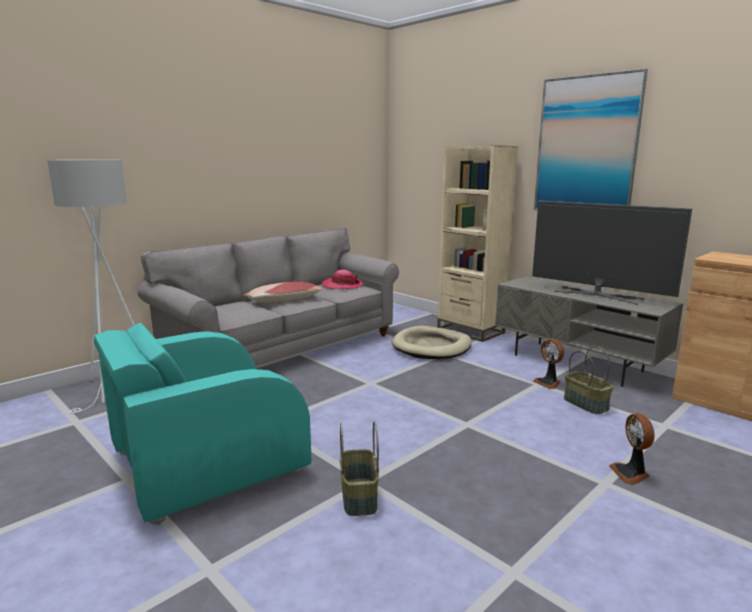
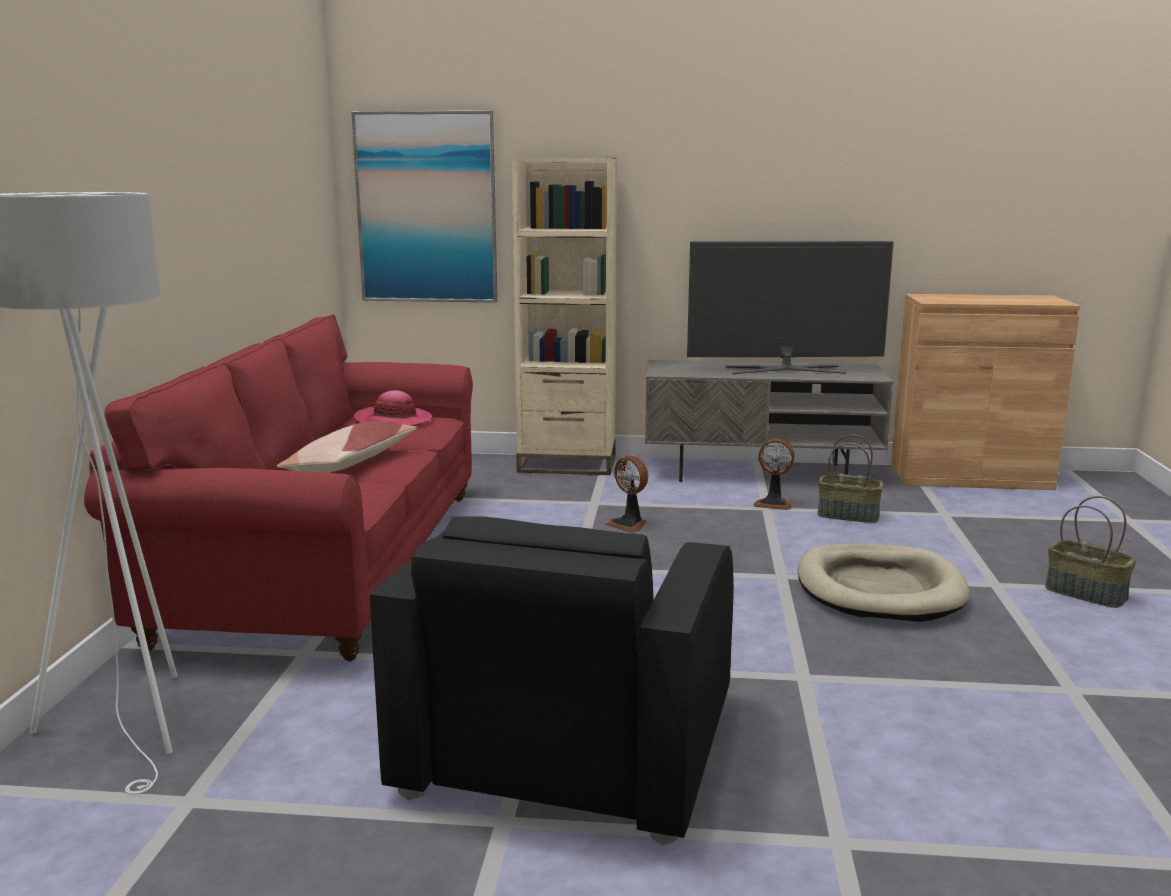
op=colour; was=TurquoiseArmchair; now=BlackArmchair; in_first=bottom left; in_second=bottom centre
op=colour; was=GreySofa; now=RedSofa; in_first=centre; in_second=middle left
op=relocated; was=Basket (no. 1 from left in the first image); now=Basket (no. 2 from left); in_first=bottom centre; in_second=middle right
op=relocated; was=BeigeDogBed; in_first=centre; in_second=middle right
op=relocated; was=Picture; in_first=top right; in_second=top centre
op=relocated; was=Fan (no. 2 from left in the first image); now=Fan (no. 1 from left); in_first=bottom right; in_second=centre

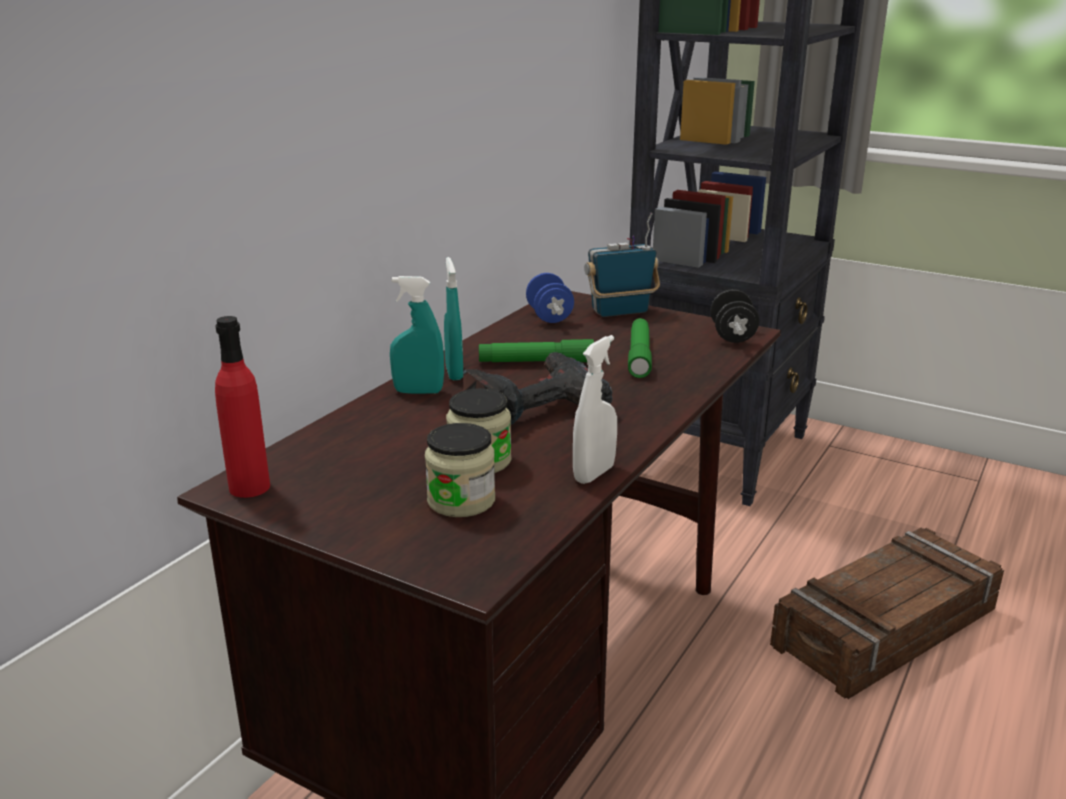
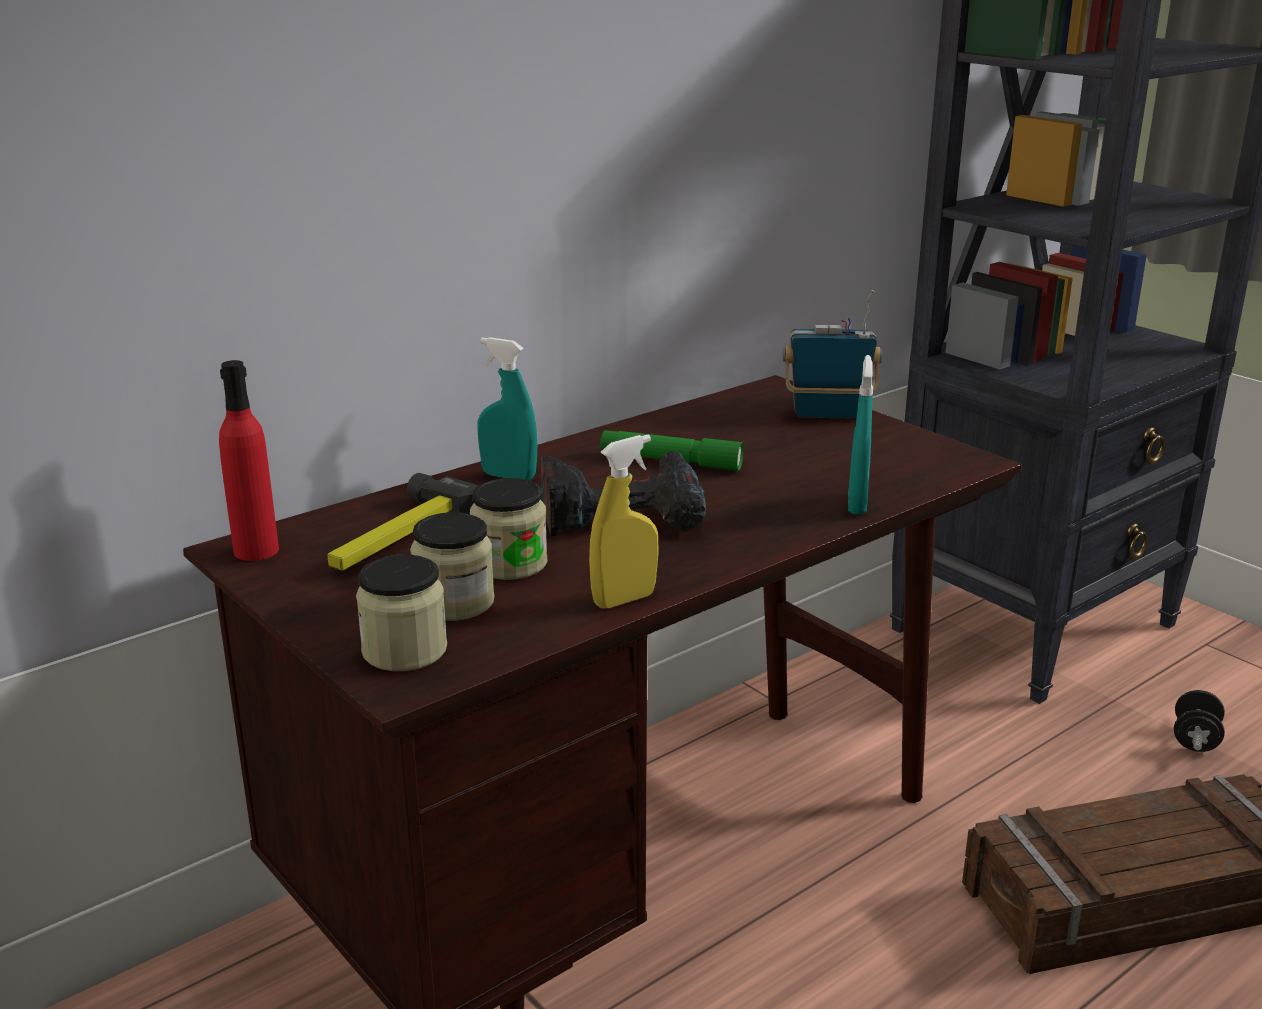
op=relocated; was=TurquoiseSprayBottle (no. 2 from left); in_first=centre; in_second=middle right
op=missing; was=BlueDumbbell; in_first=centre
op=colour; was=WhiteSprayBottle; now=YellowSprayBottle; in_first=centre; in_second=centre
op=missing; was=GreenFlashlight (no. 2 from left); in_first=centre
op=relocated; was=BlackDumbbell; in_first=middle right; in_second=bottom right
op=appeared; now=Hammer; in_second=middle left
op=appeared; now=Jar (no. 1 from left); in_second=middle left

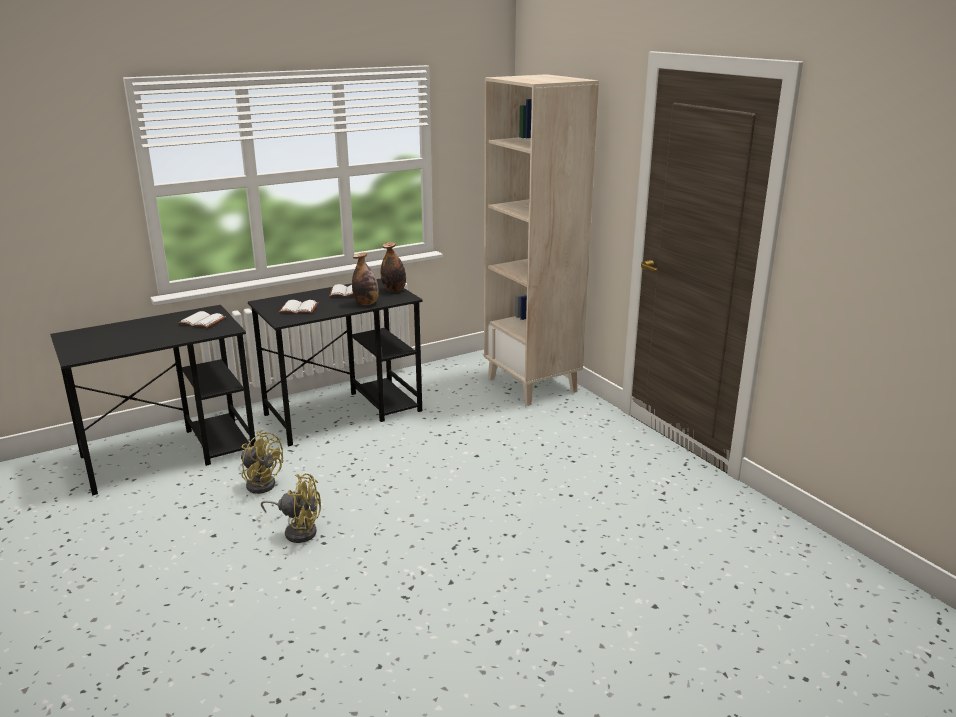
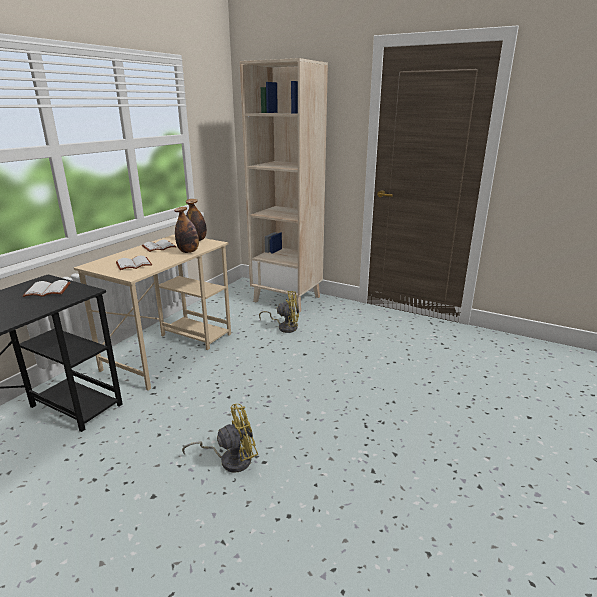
op=relocated; was=YellowFan (no. 1 from left in the first image); now=YellowFan (no. 2 from left); in_first=middle left; in_second=centre
op=colour; was=BlackDesk (no. 2 from left); now=BeigeDesk; in_first=centre; in_second=middle left

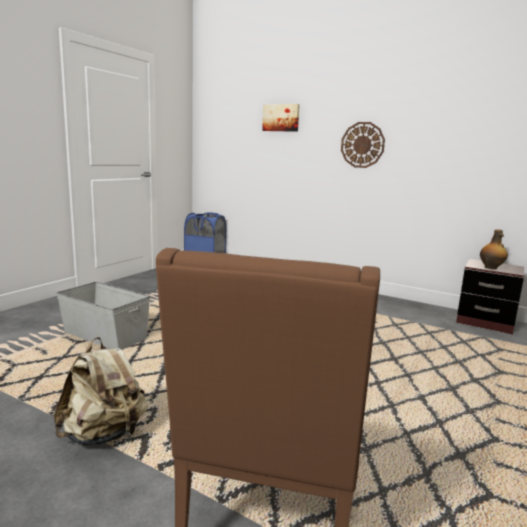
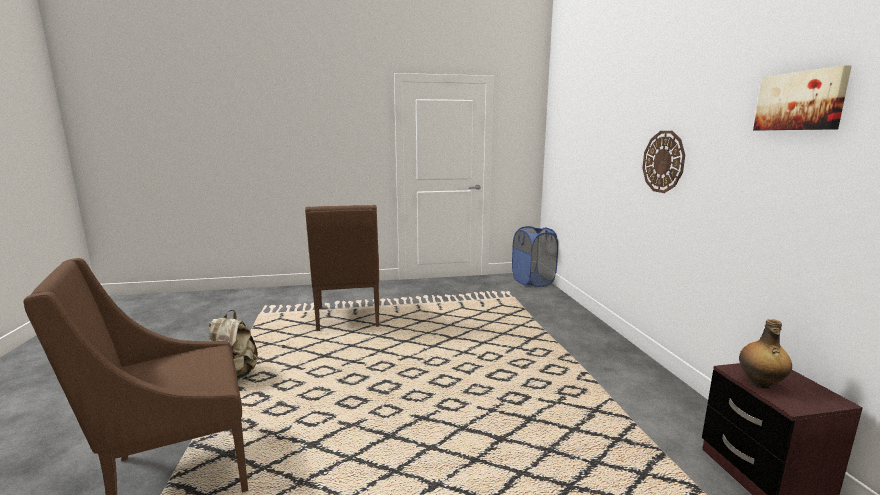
op=exchanged; was=GreyStorageBox; now=BrownArmchair (no. 2 from left); in_first=middle left; in_second=centre
op=relocated; was=Picture; in_first=top centre; in_second=top right

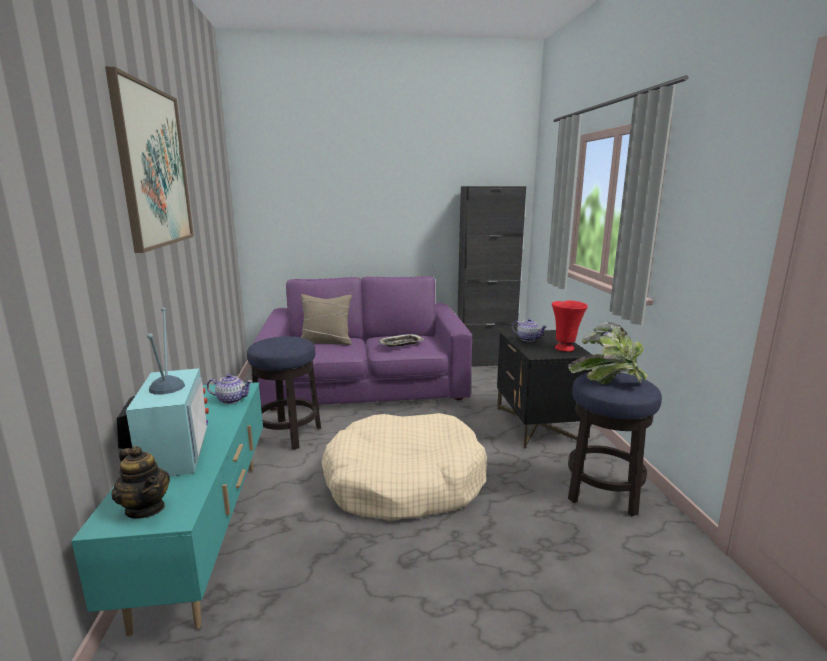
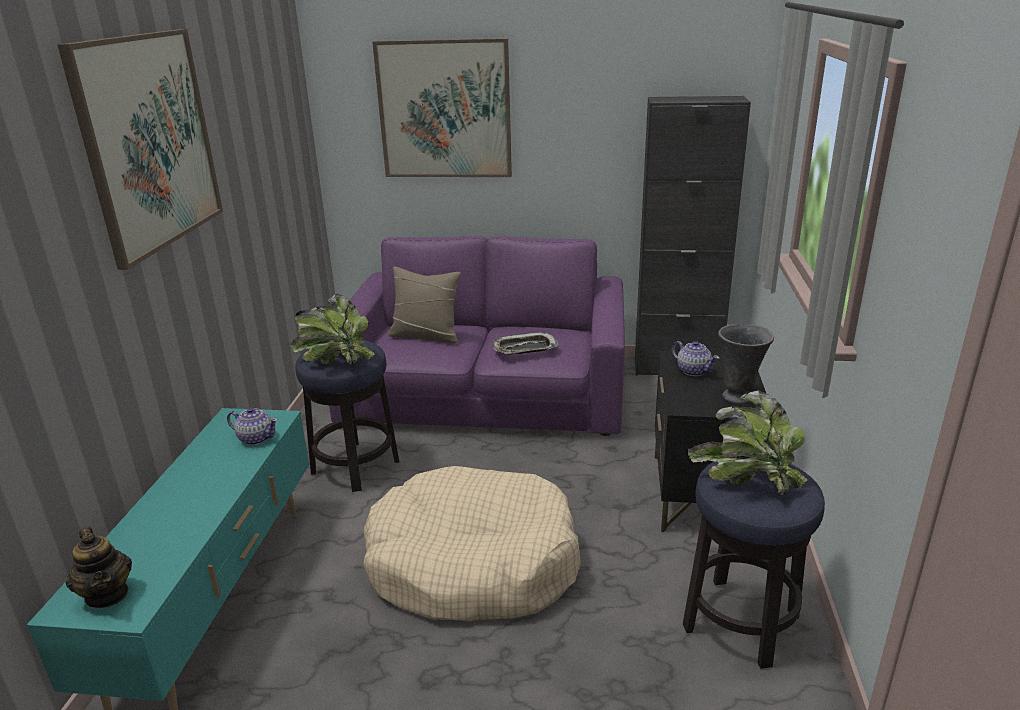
op=missing; was=Television; in_first=middle left
op=colour; was=RedVase; now=GreyVase; in_first=middle right; in_second=middle right
op=appeared; now=PottedPlant (no. 1 from left); in_second=middle left
op=appeared; now=Picture (no. 2 from left); in_second=top centre

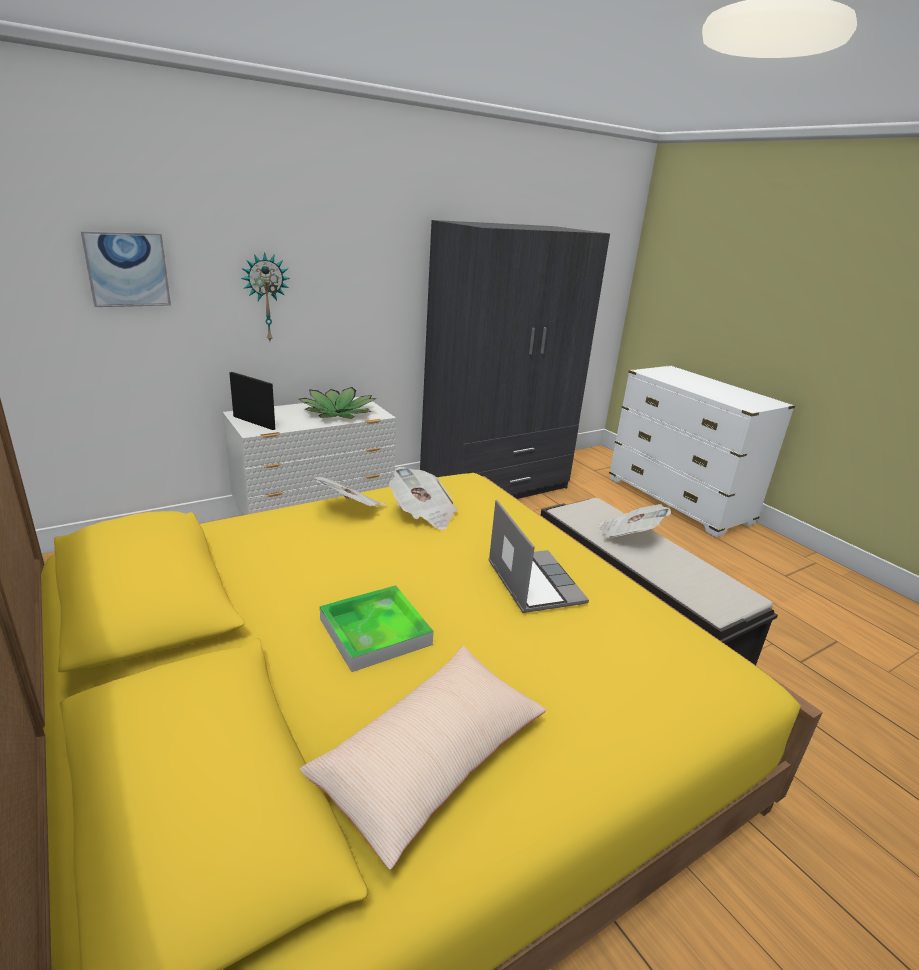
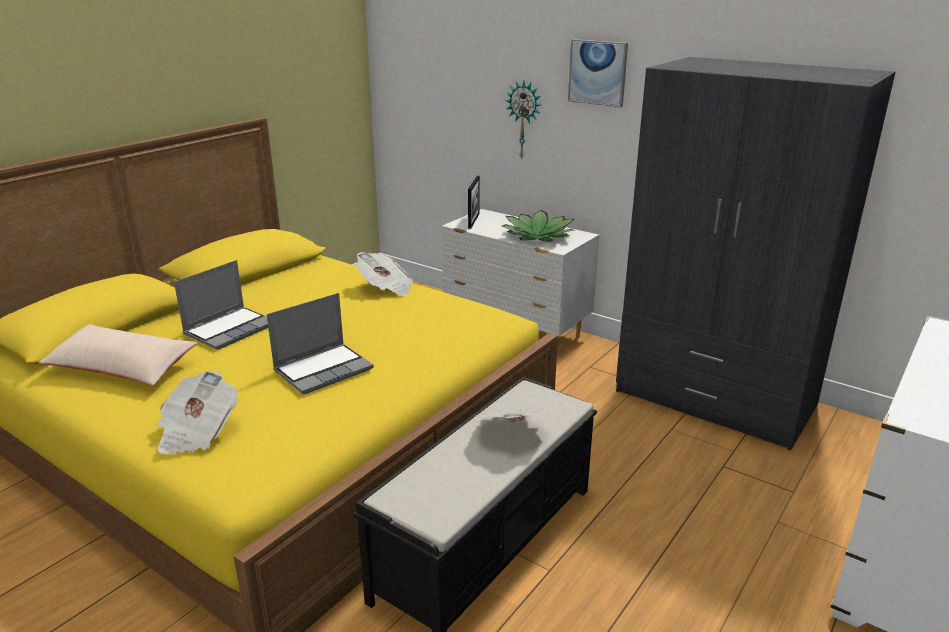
op=relocated; was=Picture; in_first=top left; in_second=top centre
op=exchanged; was=Tray; now=Laptop (no. 1 from left); in_first=centre; in_second=middle left
op=relocated; was=Newspaper (no. 2 from left in the first image); now=Newspaper (no. 1 from left); in_first=centre; in_second=middle left

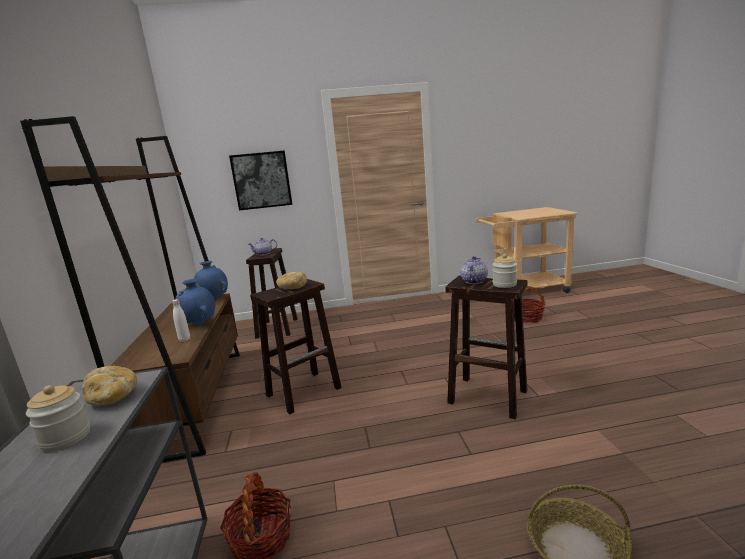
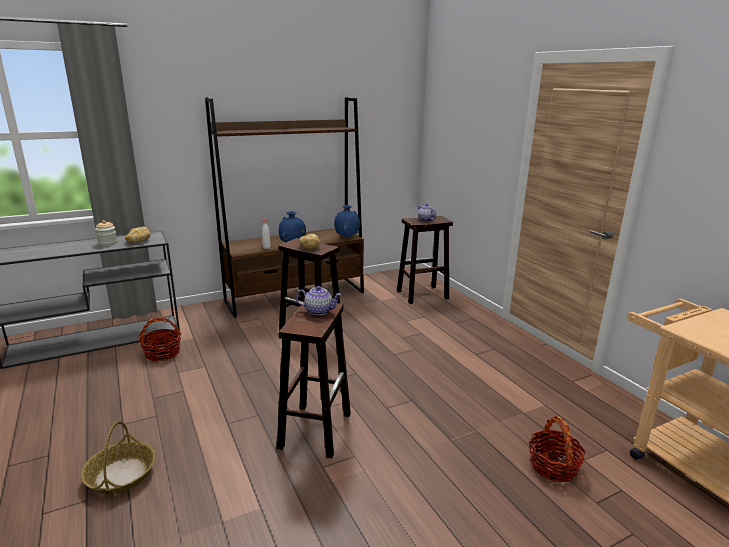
op=missing; was=Picture; in_first=top centre
op=missing; was=Jar (no. 2 from left); in_first=middle right

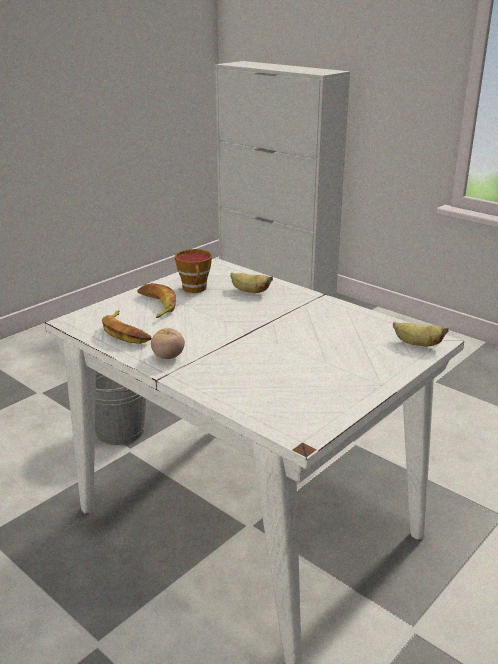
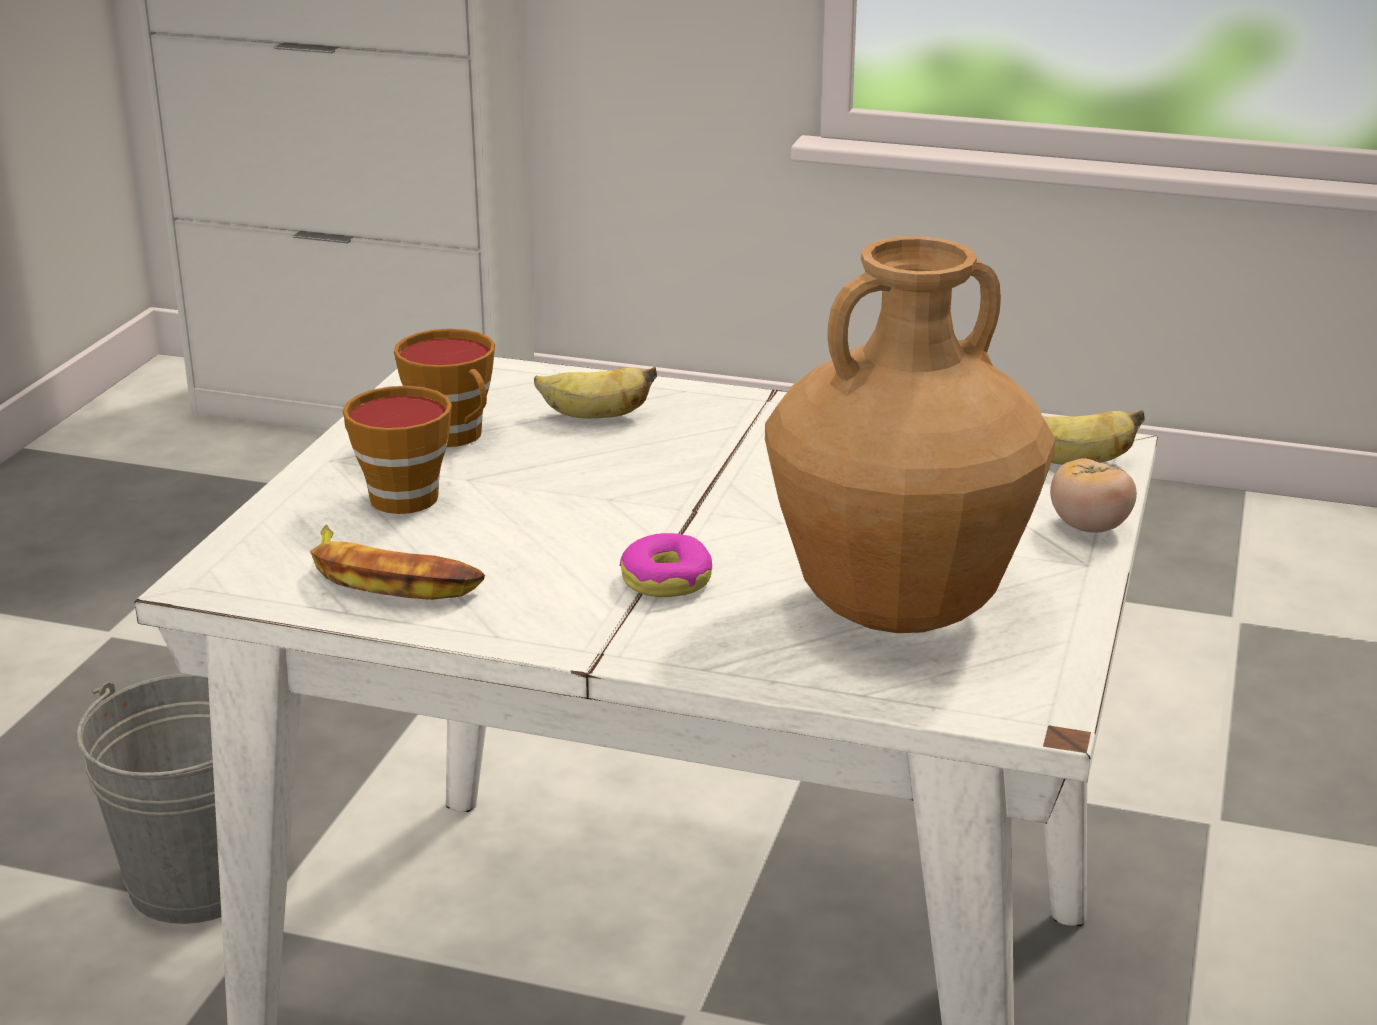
op=exchanged; was=Banana (no. 2 from left); now=Cup (no. 1 from left); in_first=middle left; in_second=middle left
op=relocated; was=Tomato; in_first=centre; in_second=middle right
op=appeared; now=Donut; in_second=centre
op=appeared; now=BrownVase; in_second=centre

